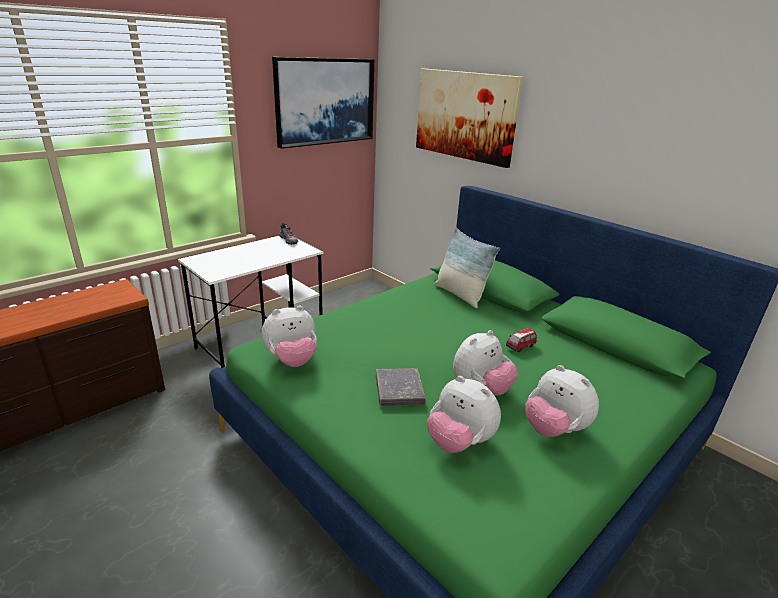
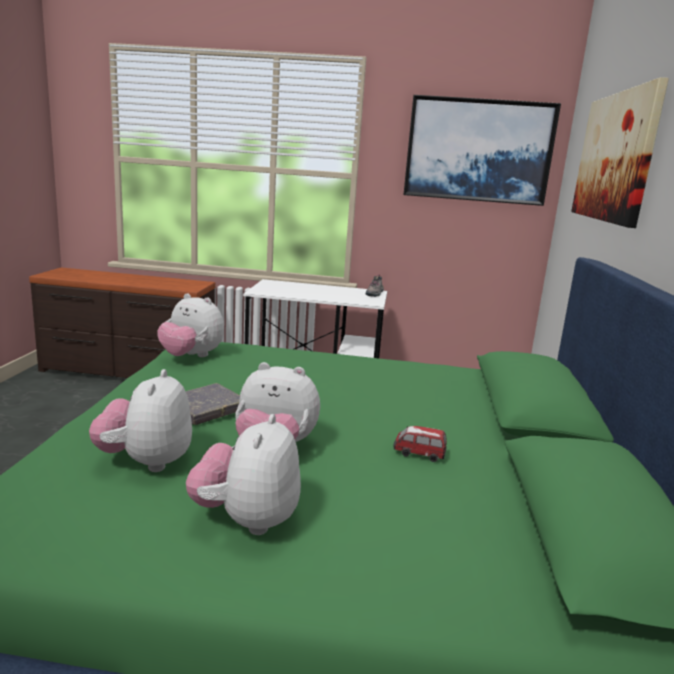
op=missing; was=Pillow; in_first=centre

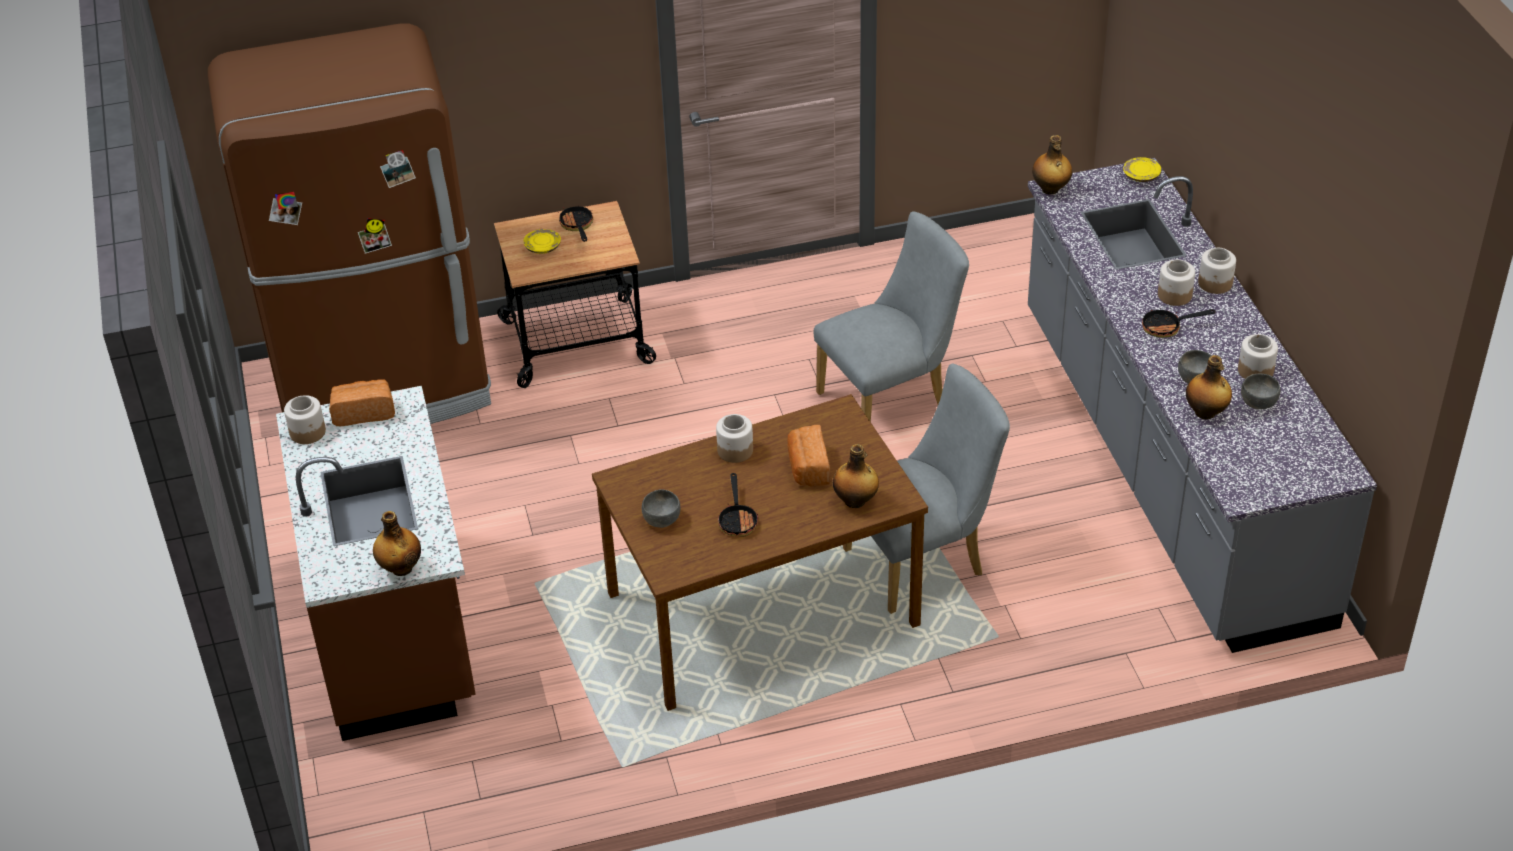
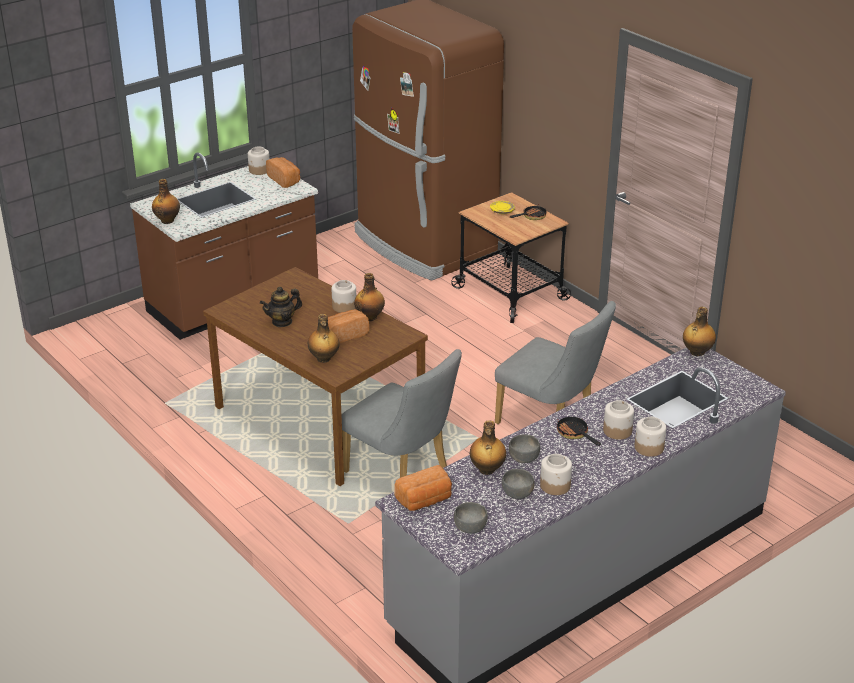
op=relocated; was=GreyBowl (no. 1 from left); in_first=centre; in_second=bottom centre
op=exchanged; was=FryingPan (no. 2 from left); now=Teapot; in_first=centre; in_second=middle left
op=missing; was=YellowPlate (no. 2 from left); in_first=top right
op=appeared; now=Bottle (no. 3 from left); in_second=centre
op=appeared; now=Bread (no. 3 from left); in_second=bottom centre

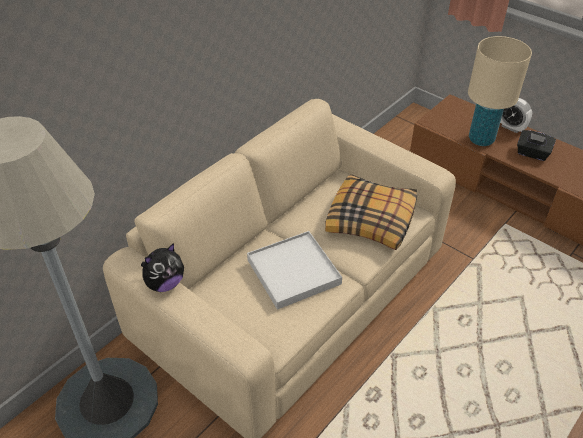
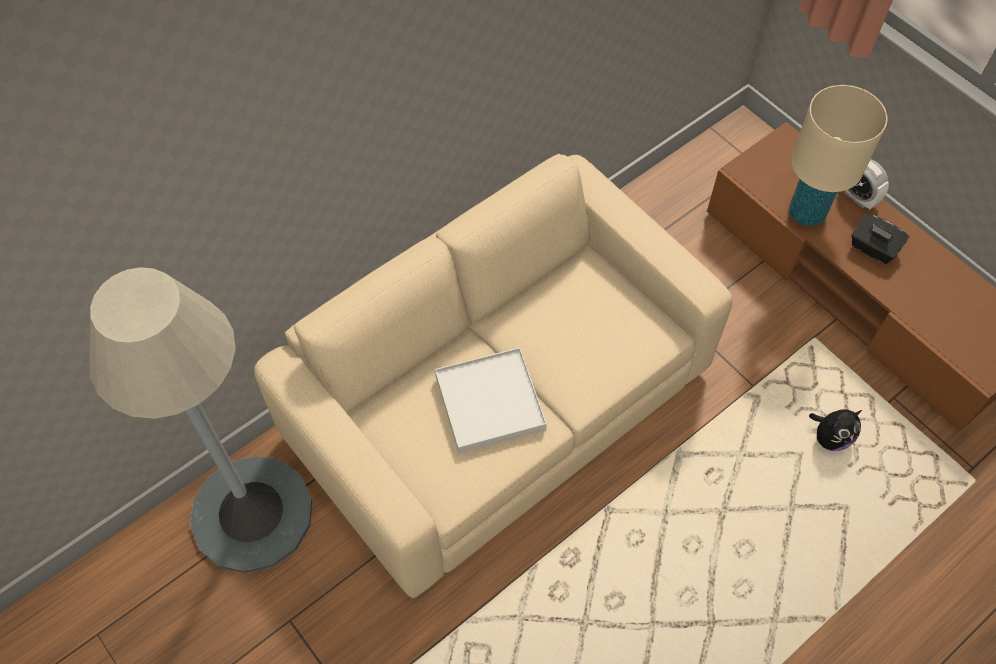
op=relocated; was=PlushToy; in_first=middle left; in_second=middle right
op=missing; was=Pillow; in_first=centre

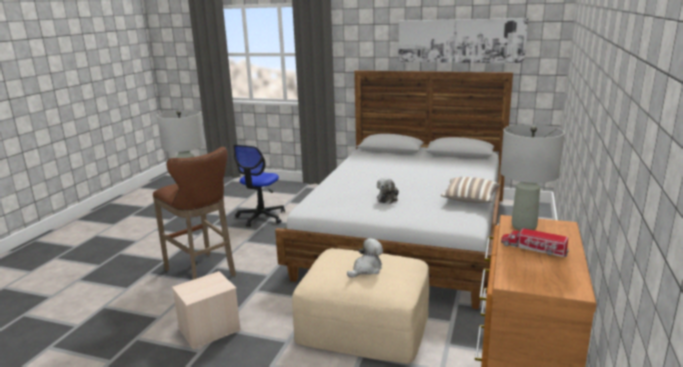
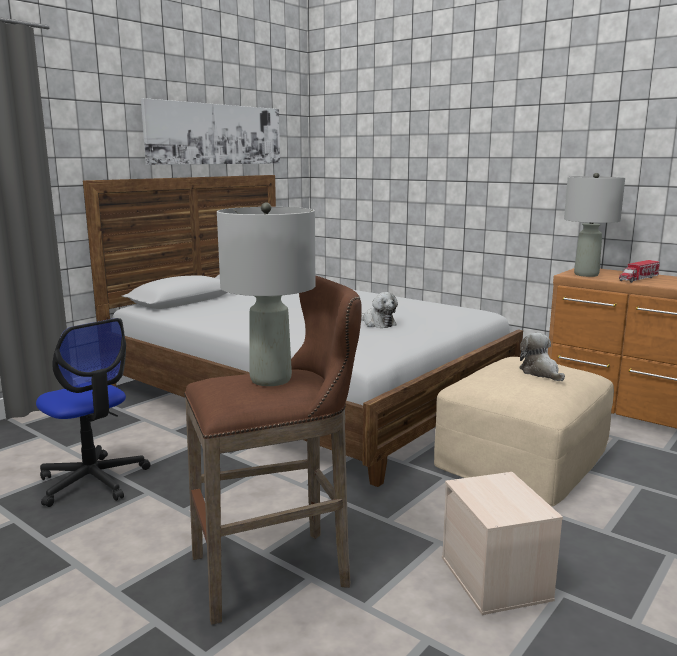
op=missing; was=Pillow; in_first=middle right

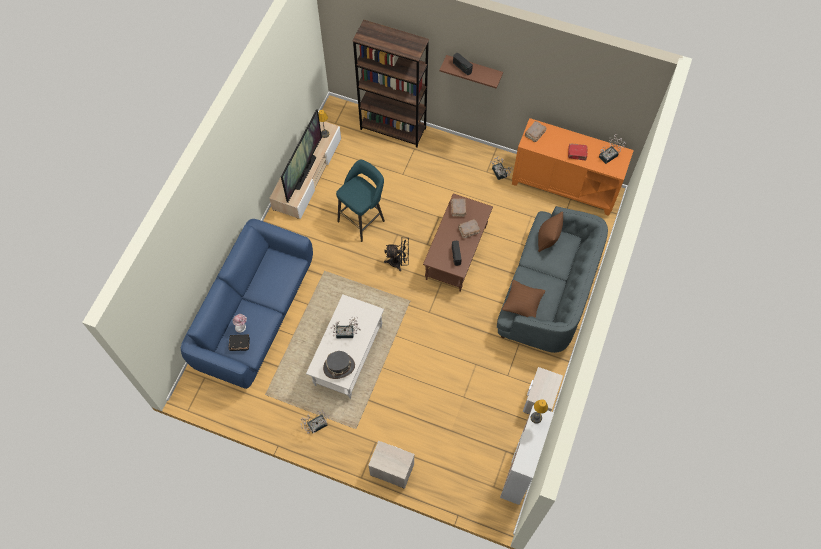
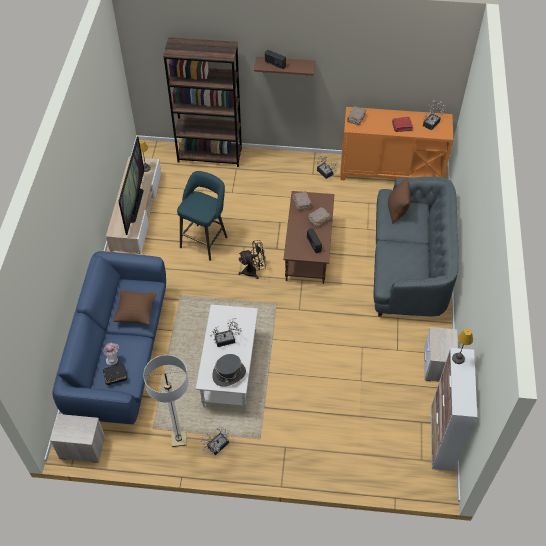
op=relocated; was=Nightstand (no. 1 from left); in_first=bottom centre; in_second=bottom left
op=relocated; was=BrownPillow (no. 1 from left); in_first=centre; in_second=middle left
op=appeared; now=FloorLamp; in_second=bottom left

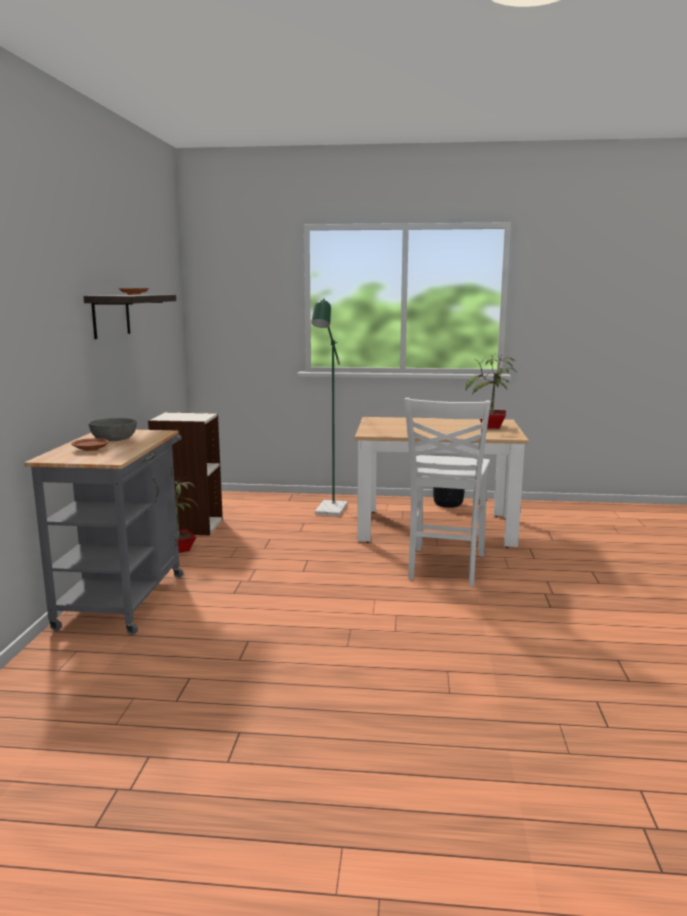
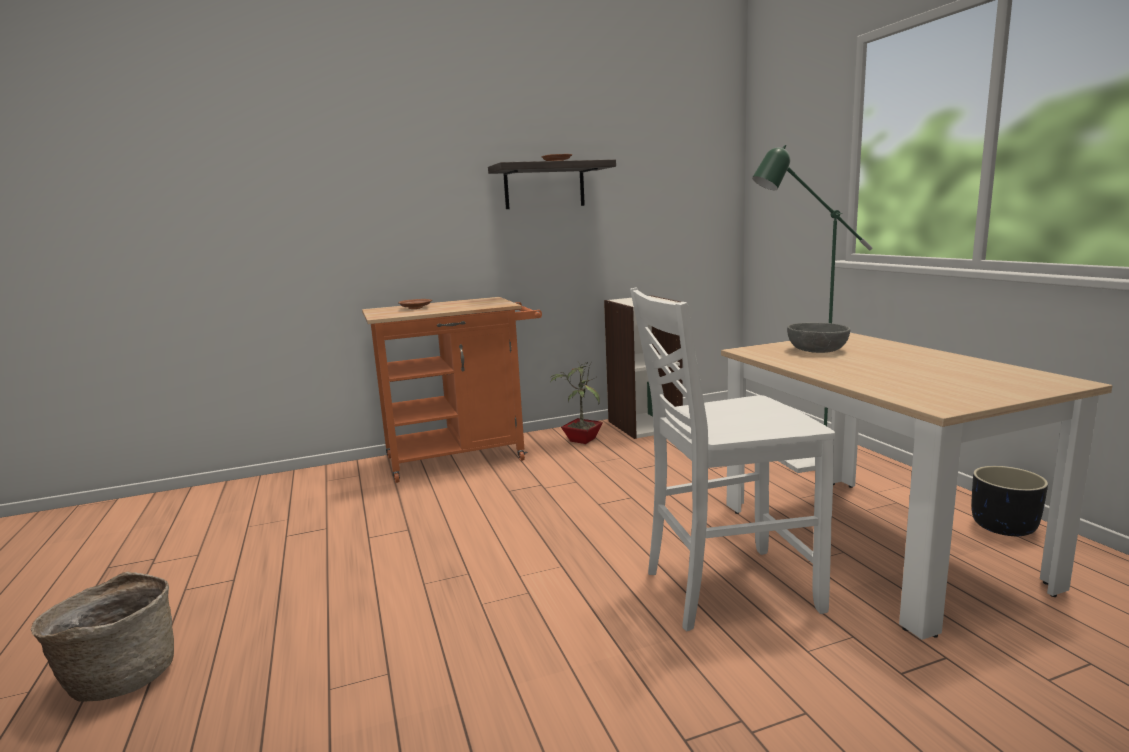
op=colour; was=GreyCart; now=OrangeCart; in_first=middle left; in_second=centre
op=relocated; was=GreyBowl; in_first=middle left; in_second=middle right
op=missing; was=PottedPlant (no. 2 from left); in_first=middle right
op=appeared; now=Basket; in_second=bottom left

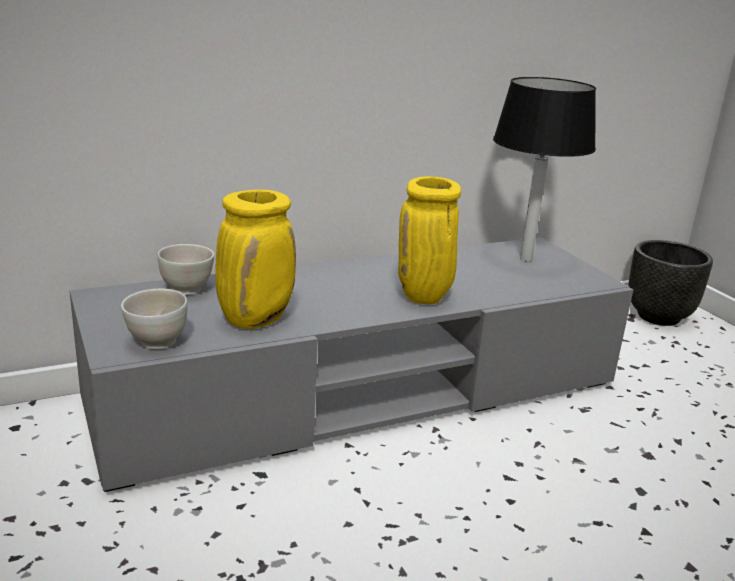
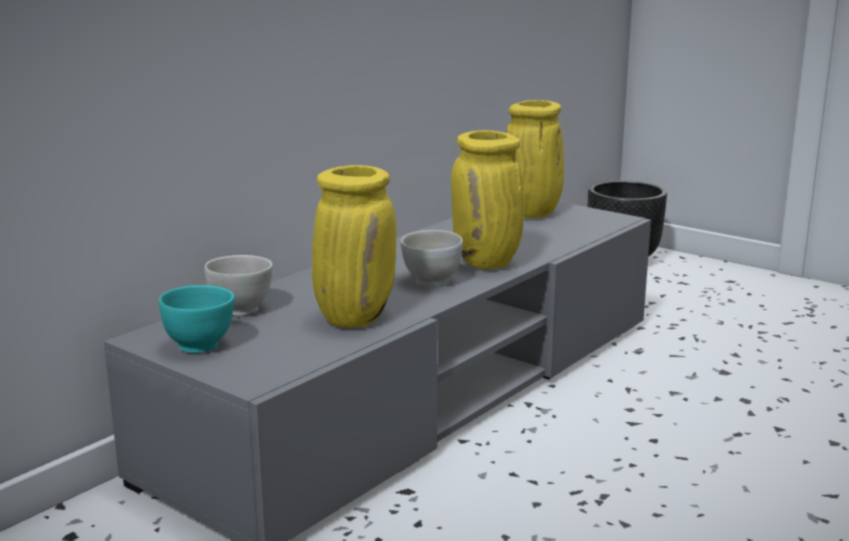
op=relocated; was=WhiteBowl (no. 1 from left in the first image); now=WhiteBowl (no. 2 from left); in_first=middle left; in_second=centre
op=exchanged; was=BlackTableLamp; now=YellowVase (no. 3 from left); in_first=top right; in_second=top centre
op=appeared; now=TurquoiseBowl; in_second=middle left

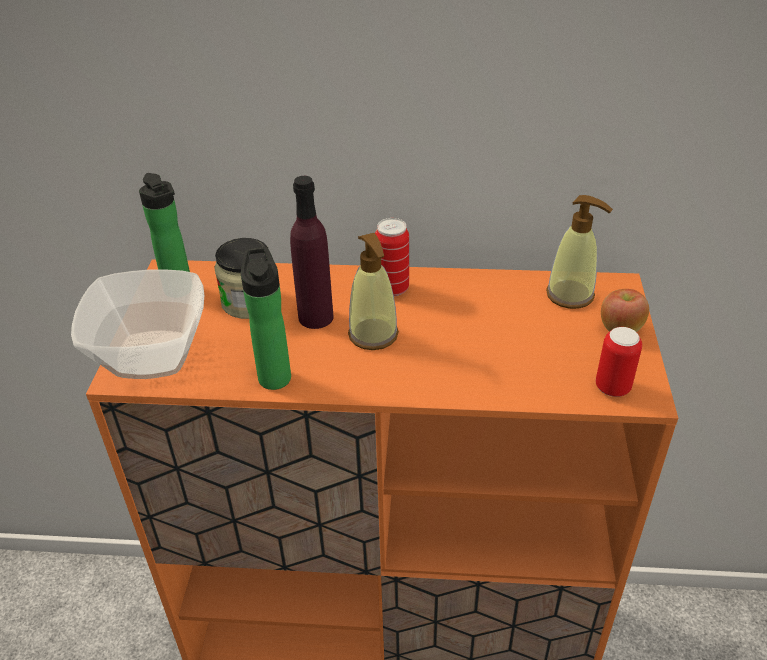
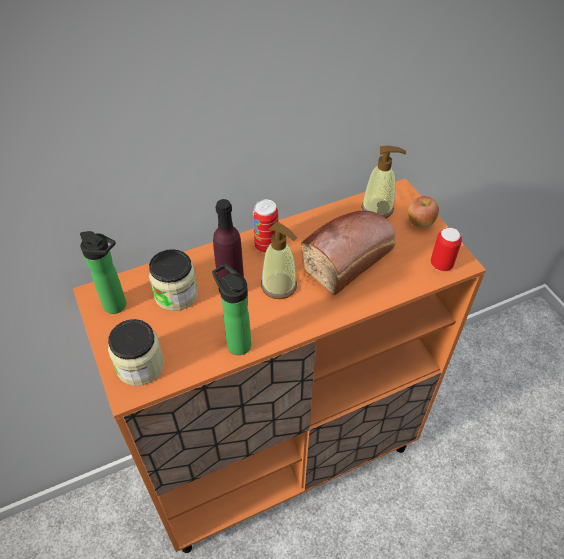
op=exchanged; was=Bowl; now=Jar (no. 1 from left); in_first=middle left; in_second=middle left
op=appeared; now=Bread; in_second=centre

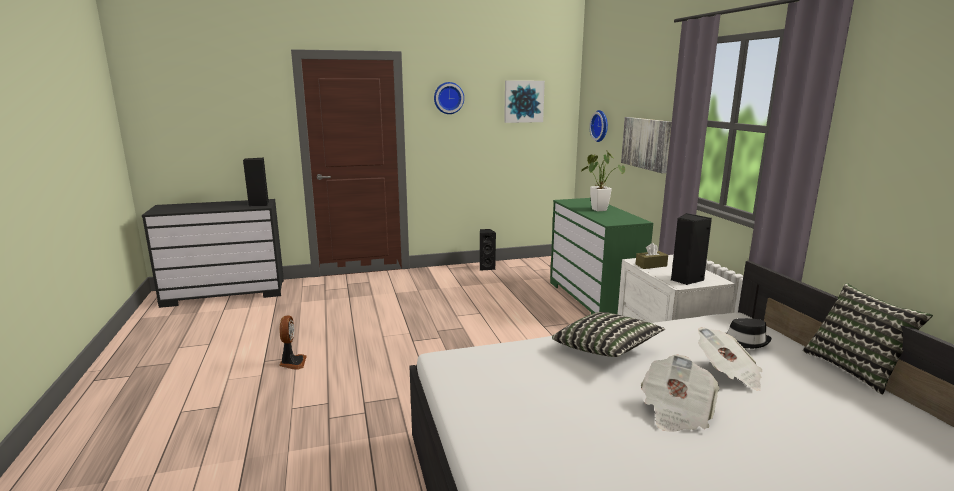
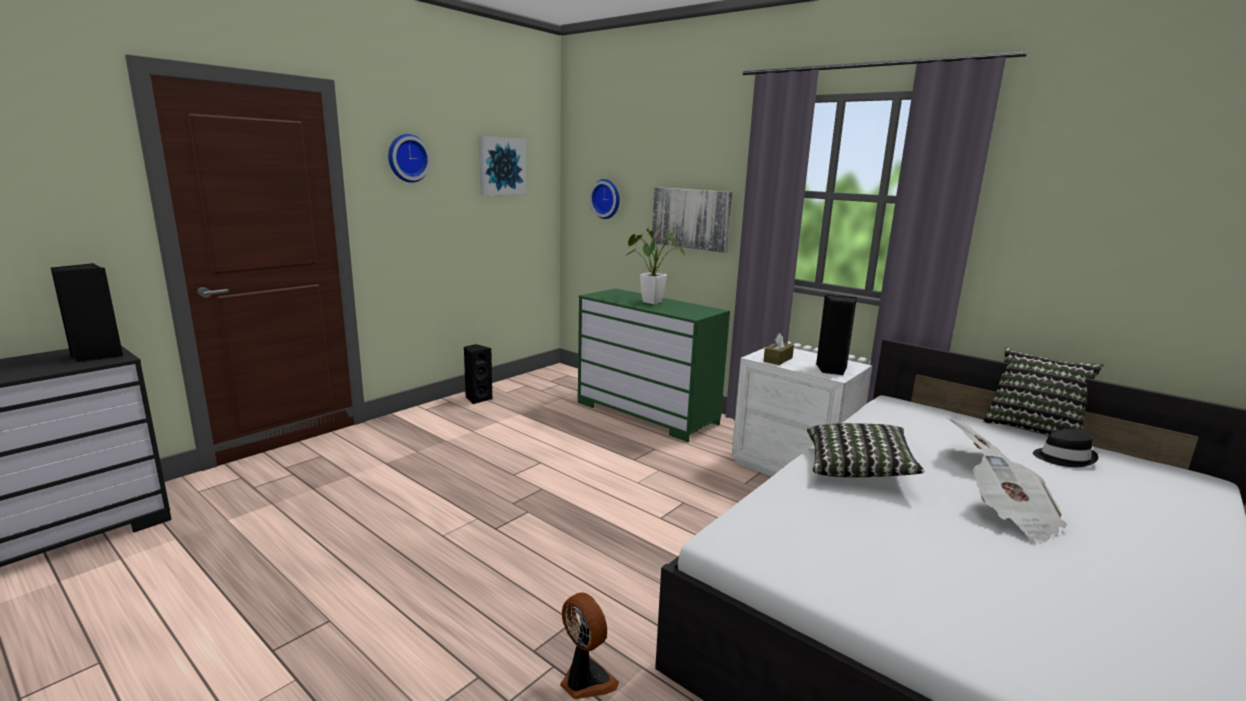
op=relocated; was=Fan; in_first=bottom left; in_second=bottom centre
op=relocated; was=BlackHat; in_first=bottom right; in_second=middle right

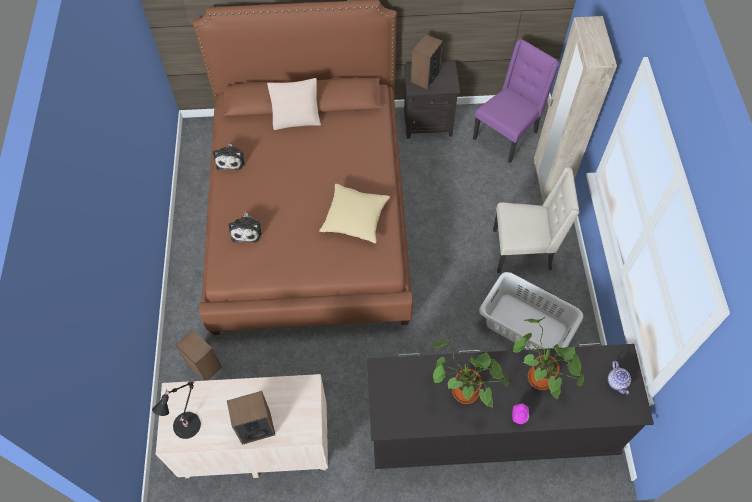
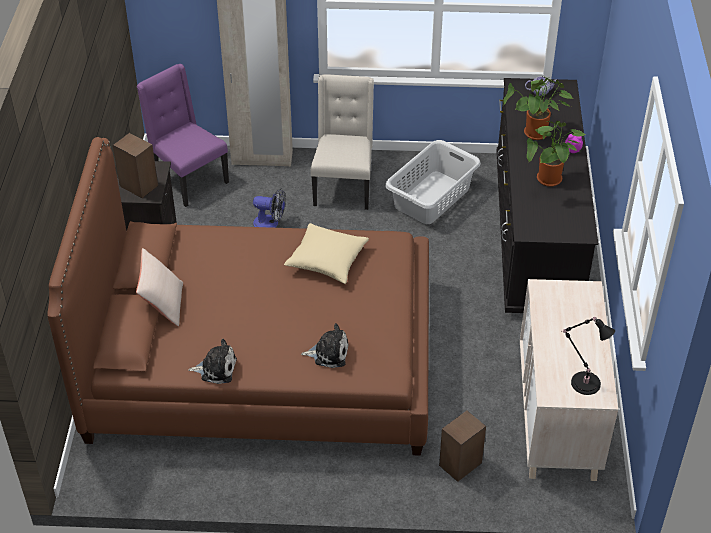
op=missing; was=Speaker (no. 2 from left); in_first=bottom centre
op=appeared; now=Fan; in_second=centre

